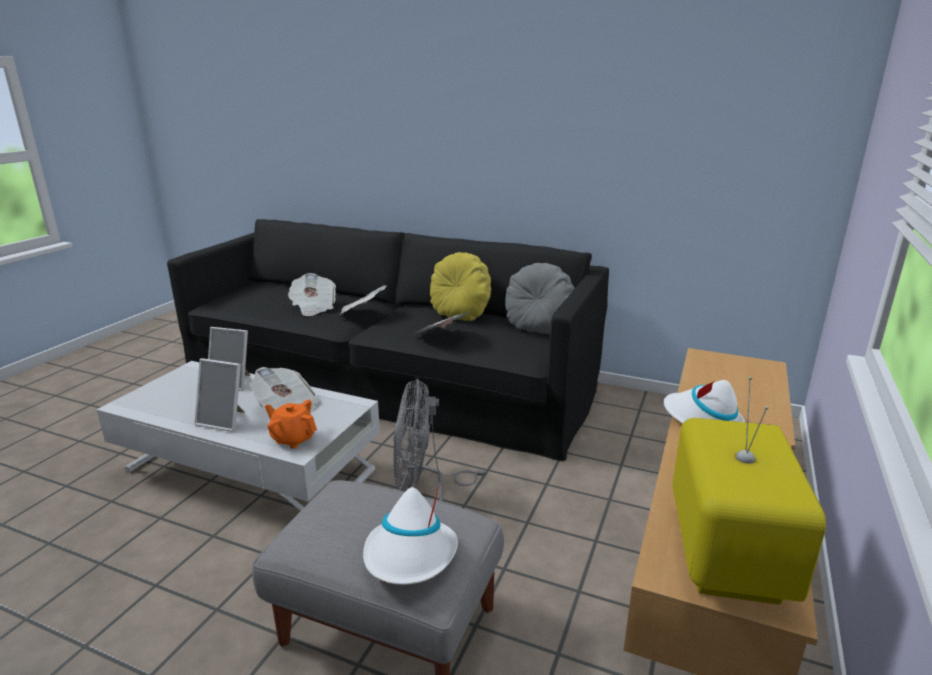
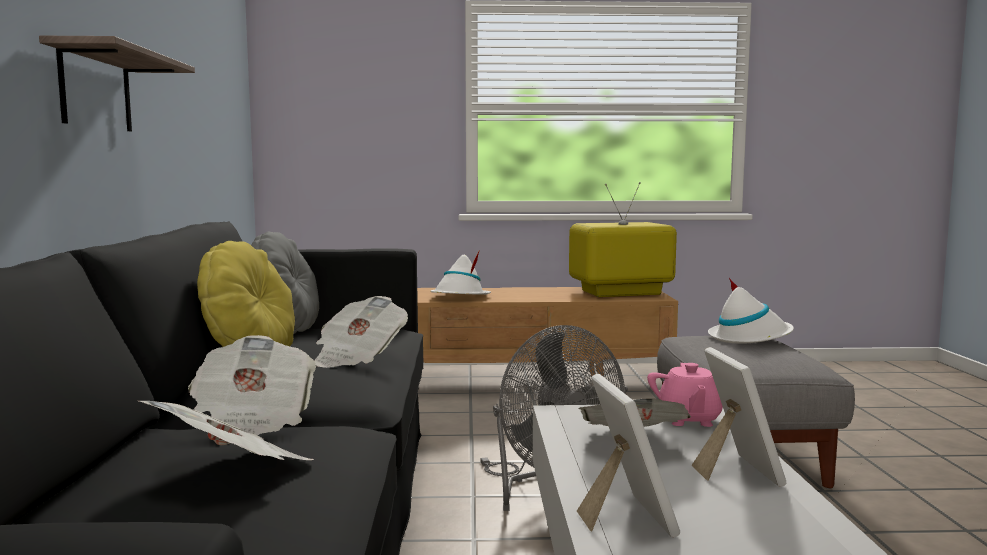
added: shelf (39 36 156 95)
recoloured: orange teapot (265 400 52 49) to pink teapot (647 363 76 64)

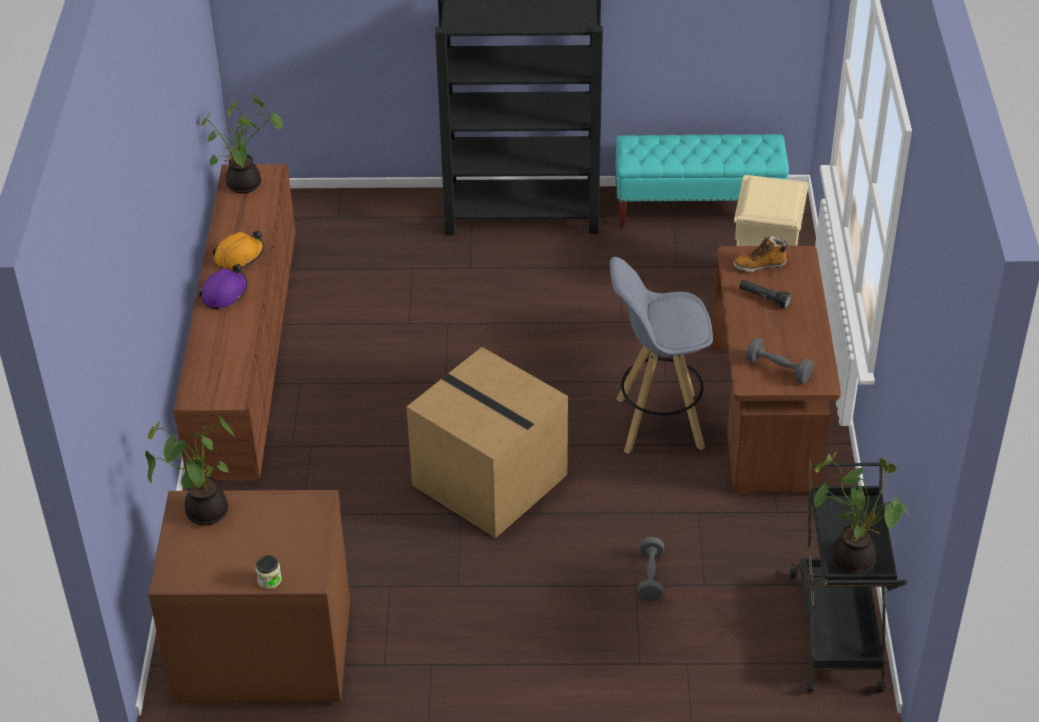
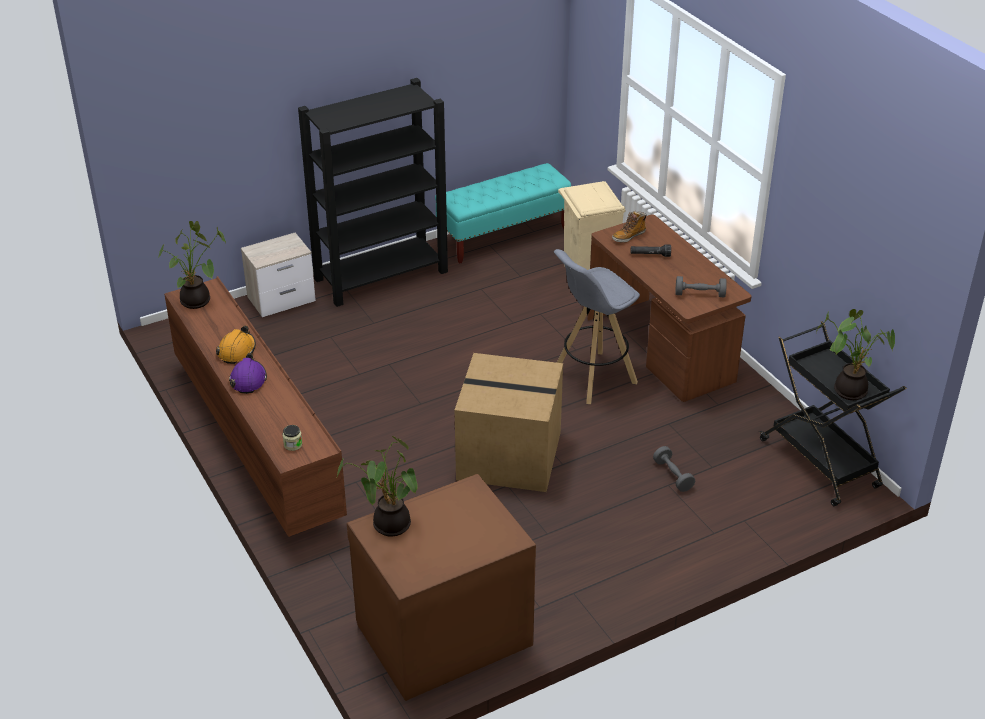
added: nightstand (241 233 75 84)
moved: jar (255 555 27 34) to (283 425 19 26)

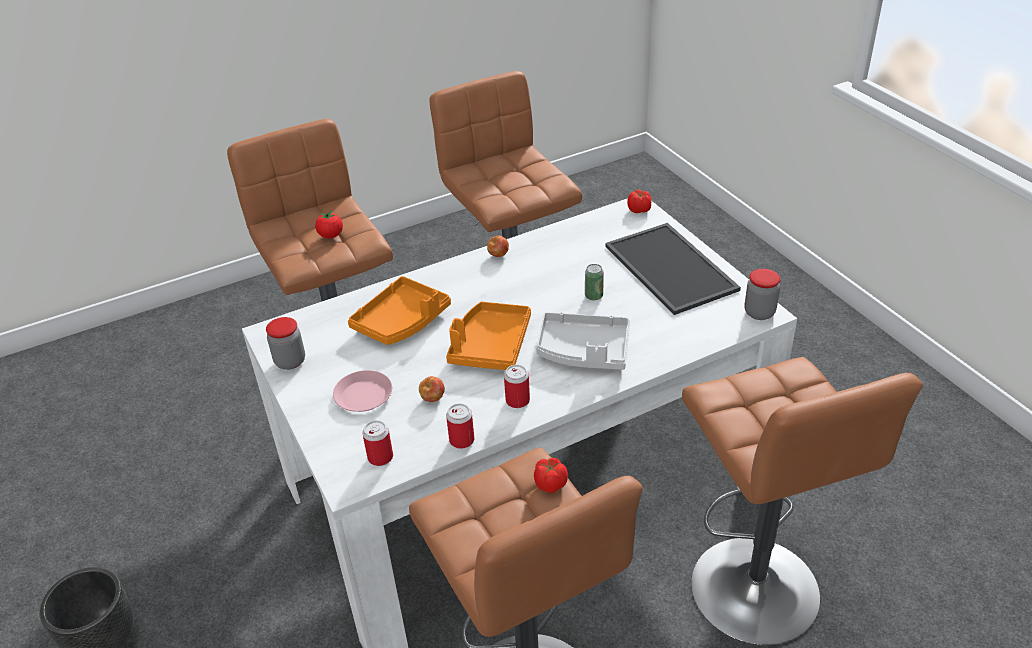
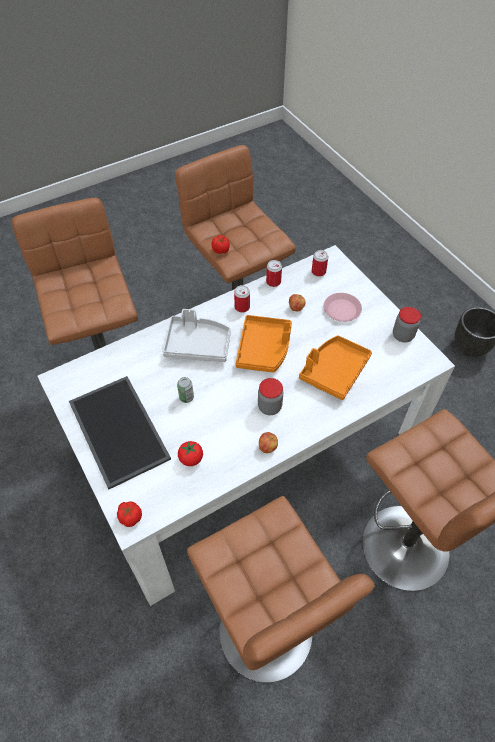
moved: tomato (315 211 28 27) to (178 441 25 25); jar (745 269 35 51) to (258 378 25 37)

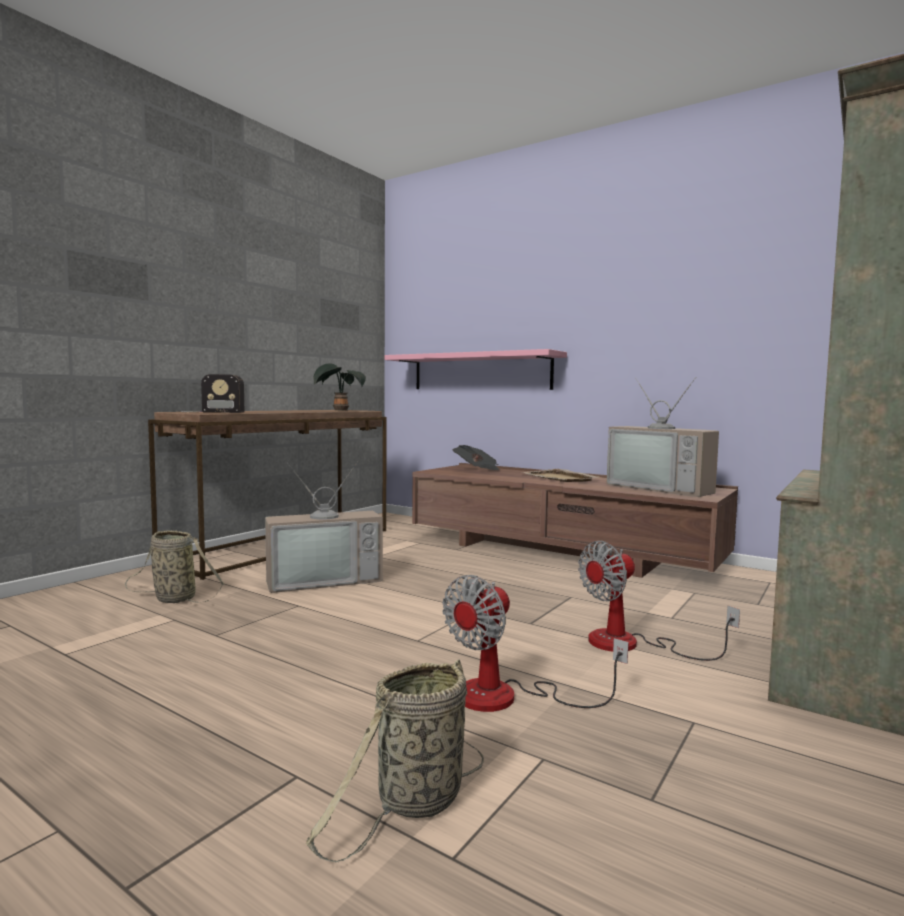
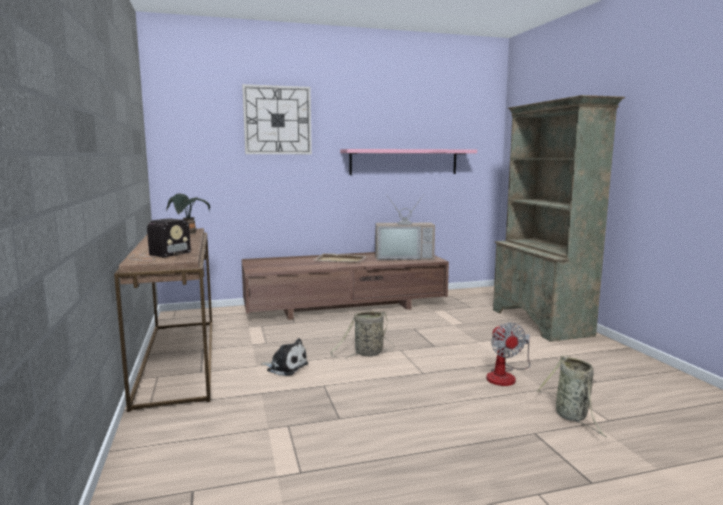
removed: newspaper (453 445 46 25); fan (578 541 162 120)
added: wall clock (242 84 70 70)
moved: basket (125 530 99 73) to (330 311 65 48); pink shelf (385 349 182 41) to (340 149 137 26)
replaced: television (265 460 118 133) to plush toy (262 338 46 38)

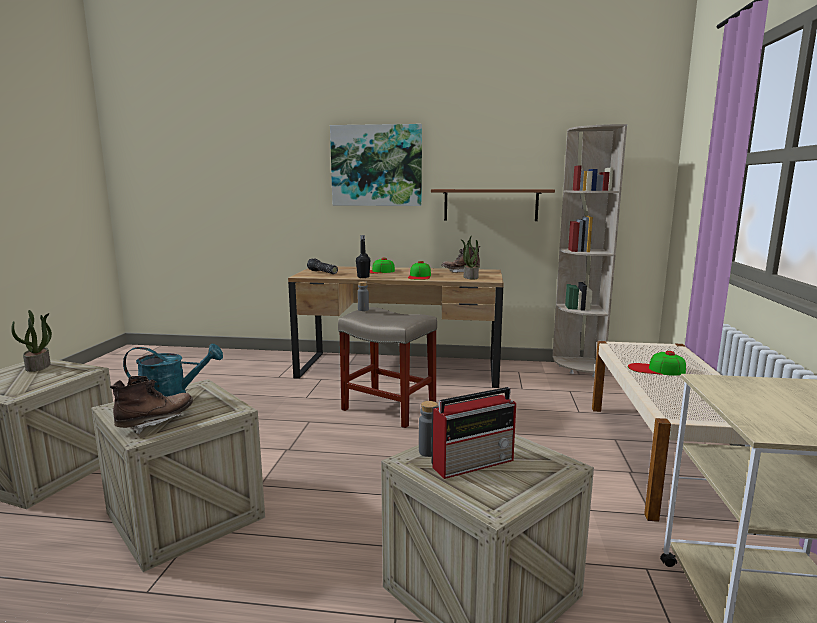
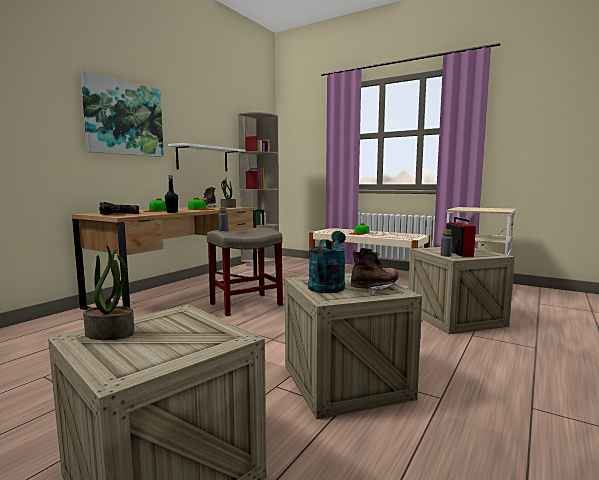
recoloured: brown shelf (431 189 124 32) to white shelf (168 143 78 28)
turned: brown boot (110 376 83 58) = (351 248 48 47) 75 degrees clockwise

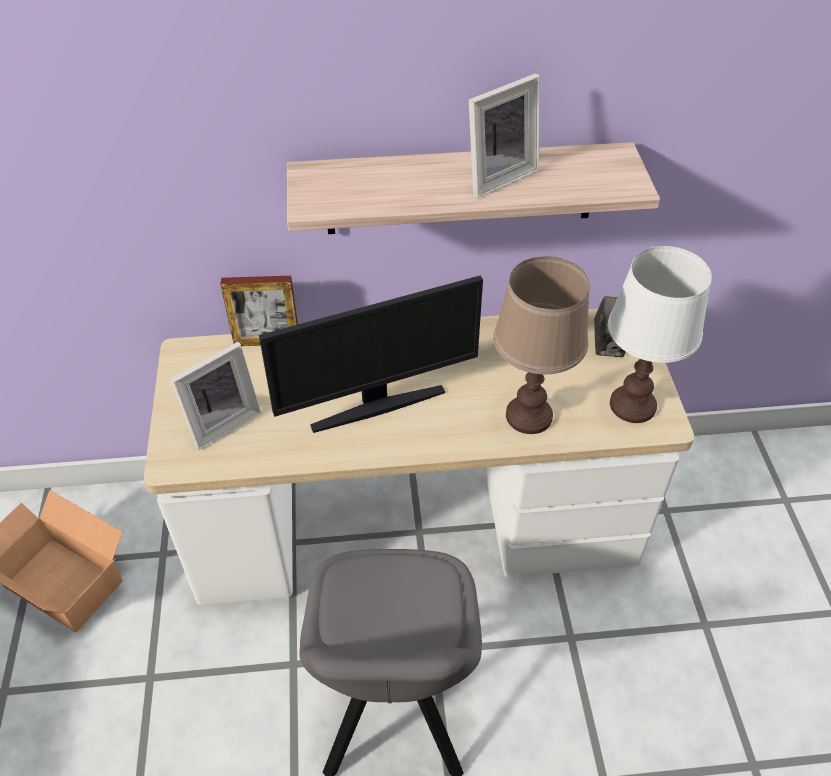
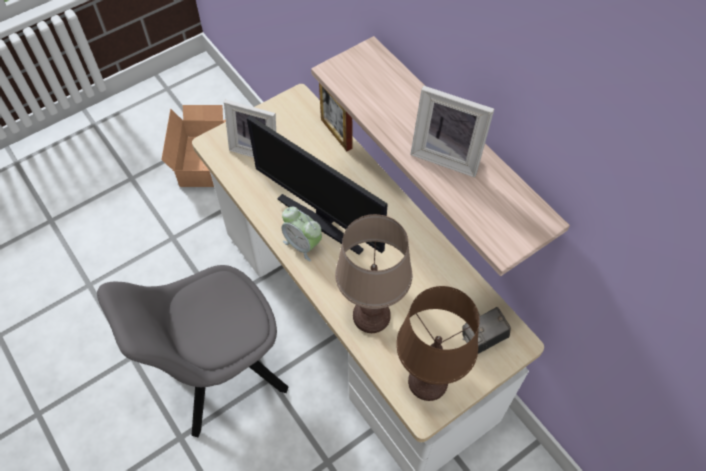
added: alarm clock (282 207 40 54)
recoloured: white table lamp (608 246 104 177) to brown table lamp (396 286 83 115)

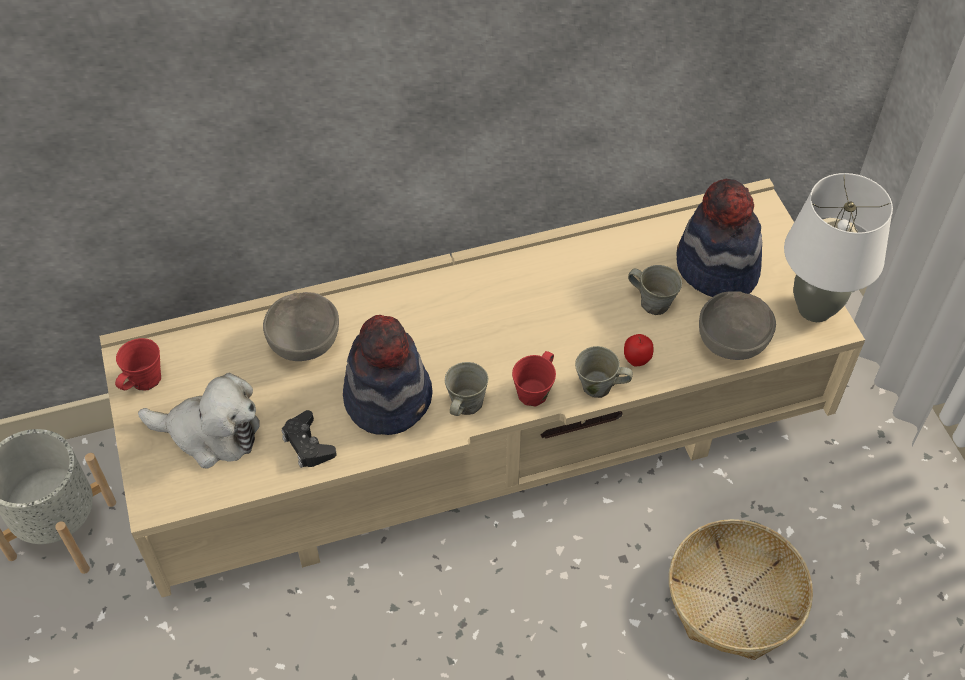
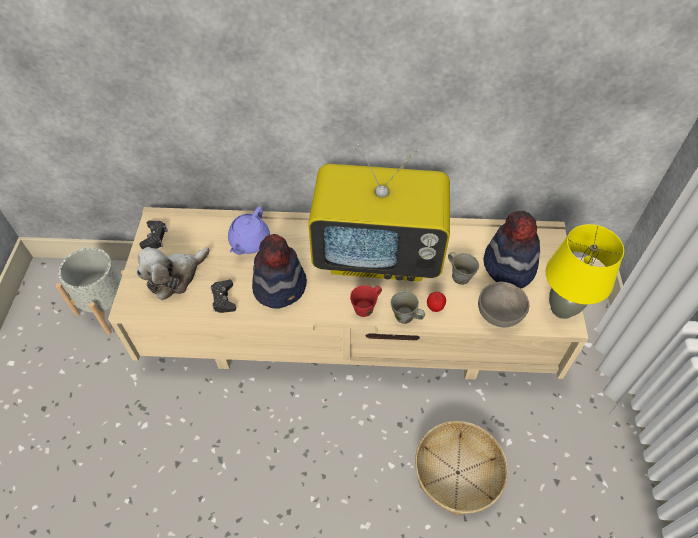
removed: grey mug (445 362 43 54)
added: television (308 143 142 138)
replaced: red mug (115 338 46 52) to black game controller (139 220 29 29); grey bowl (263 292 76 69) to purple teapot (228 206 42 49)
recoloured: white table lamp (784 173 109 149) to yellow table lamp (546 224 78 95)
turned: plush toy (138 373 122 96) = (136 247 74 53) 105 degrees clockwise

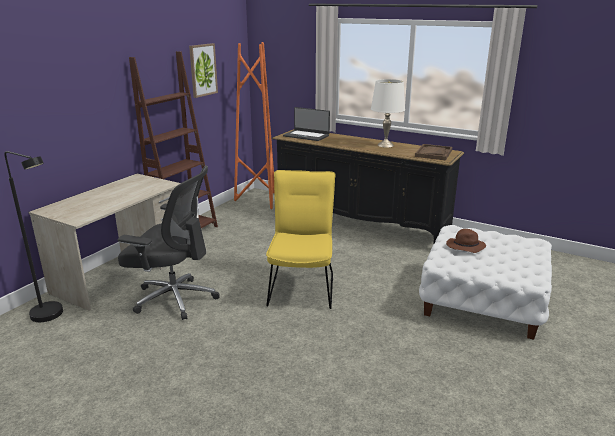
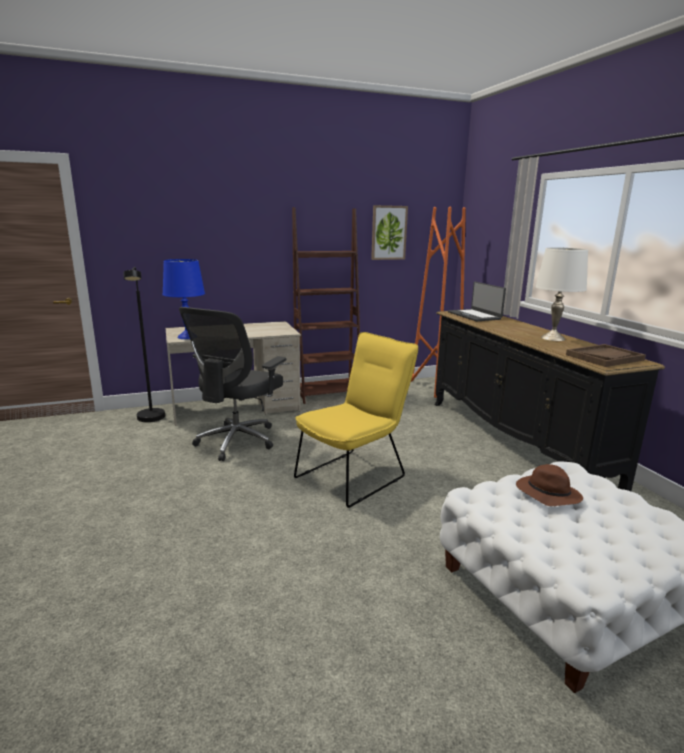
added: blue table lamp (162 259 43 80)
turned: office chair (118 165 102 155) = (179 307 107 154) 60 degrees clockwise

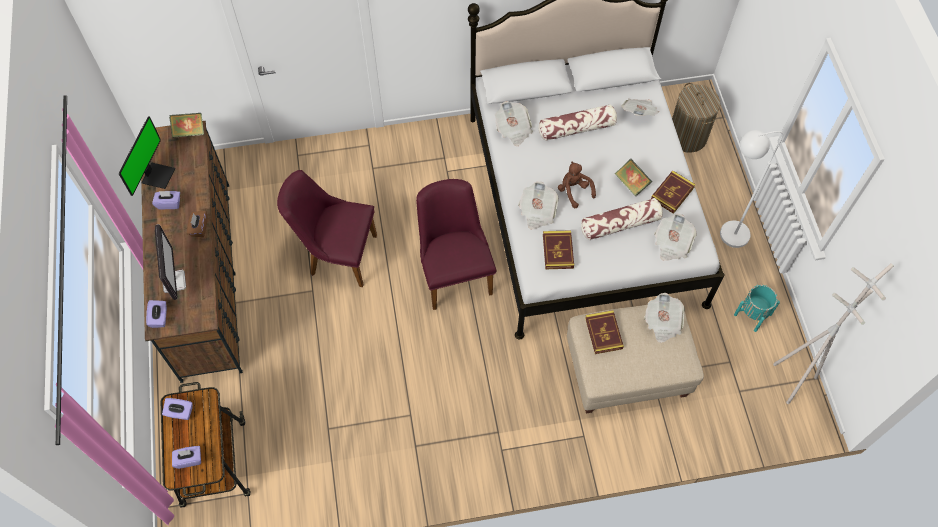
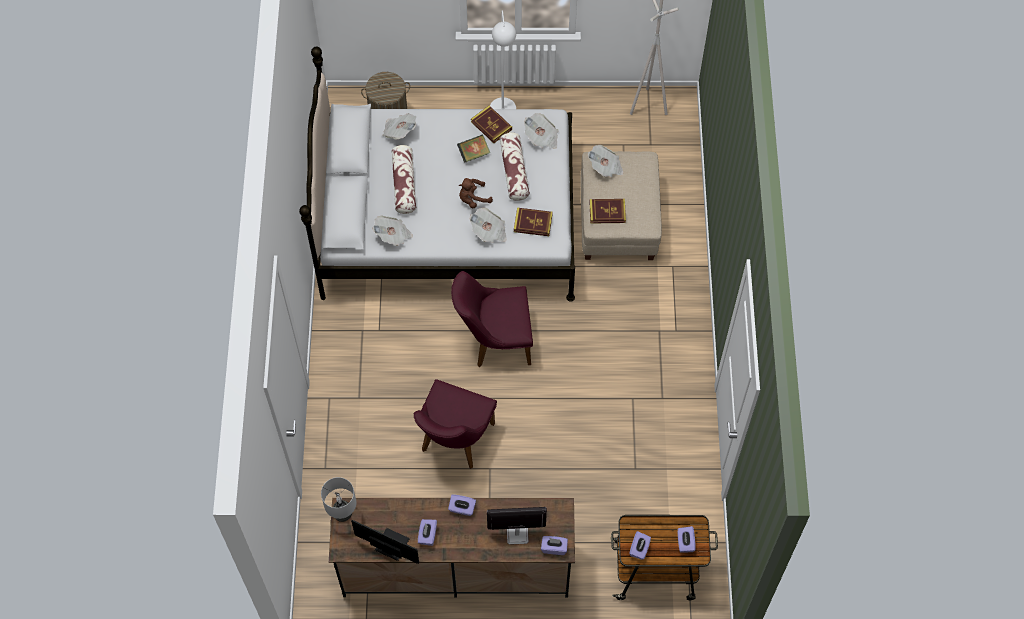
removed: turquoise planter (734 285 46 47)
replaced: book (169 113 35 25) to grey table lamp (321 477 35 45)
recoloured: brown tissue box (187 211 21 26) to purple tissue box (448 495 28 21)

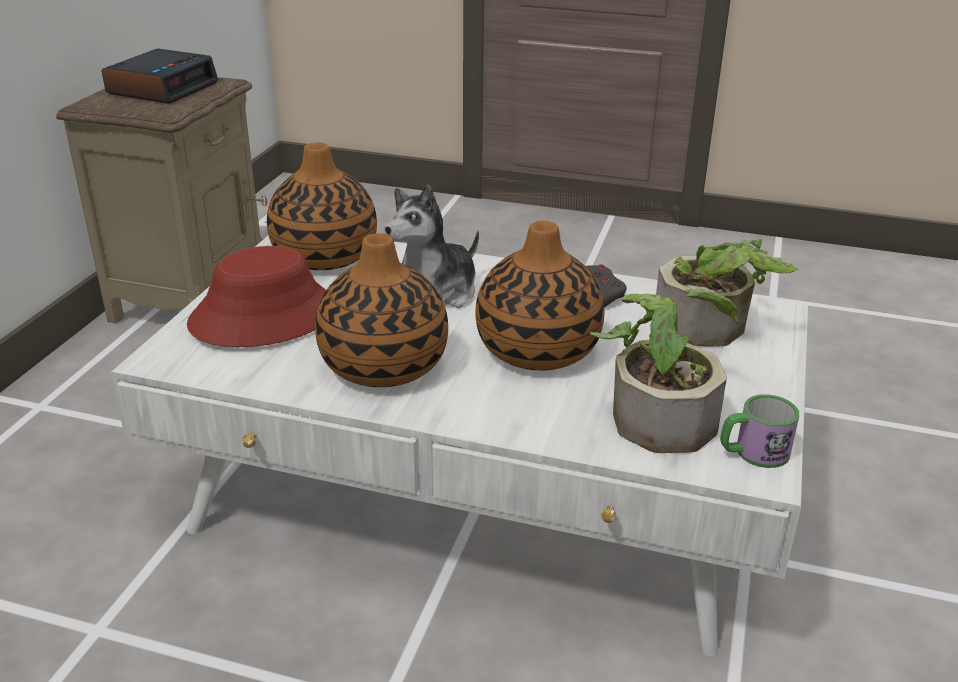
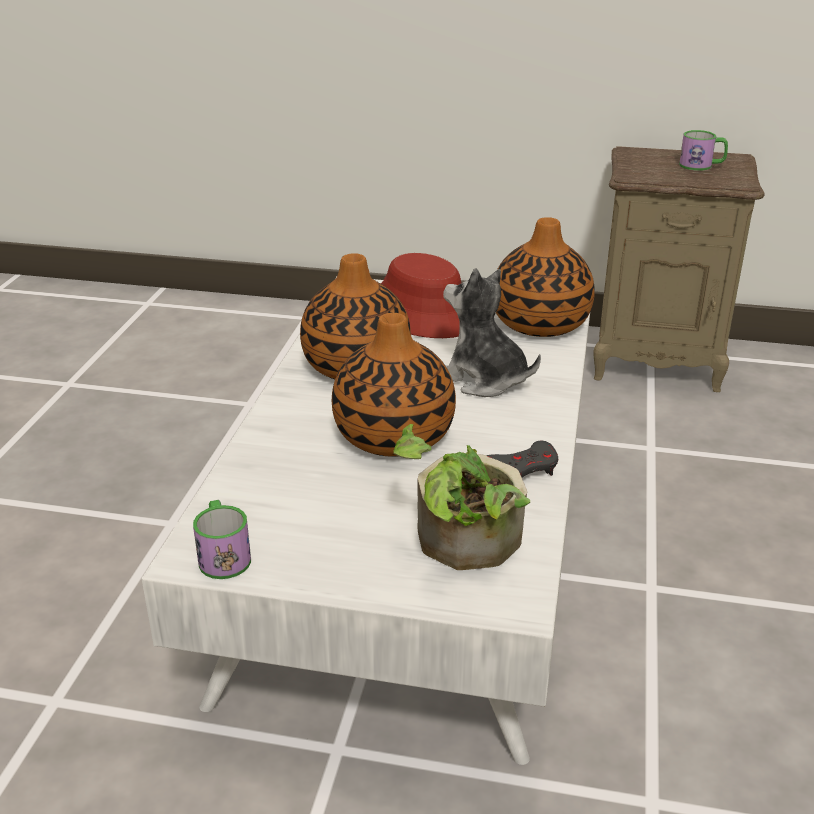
removed: potted plant (590 289 149 164)
replaced: alarm clock (102 49 116 55) to mug (679 130 49 41)

